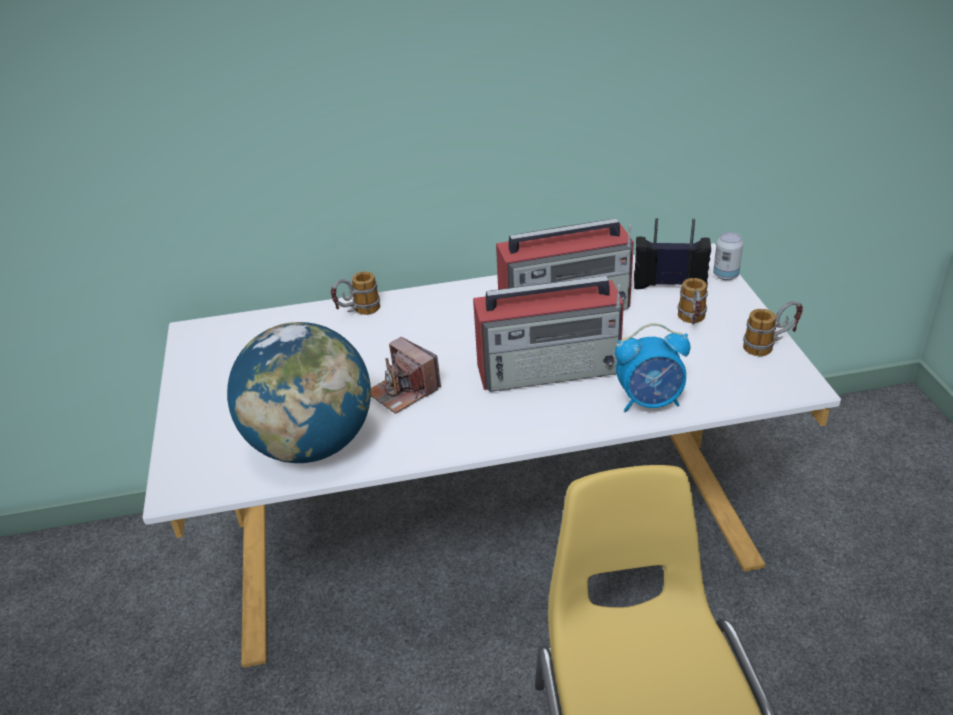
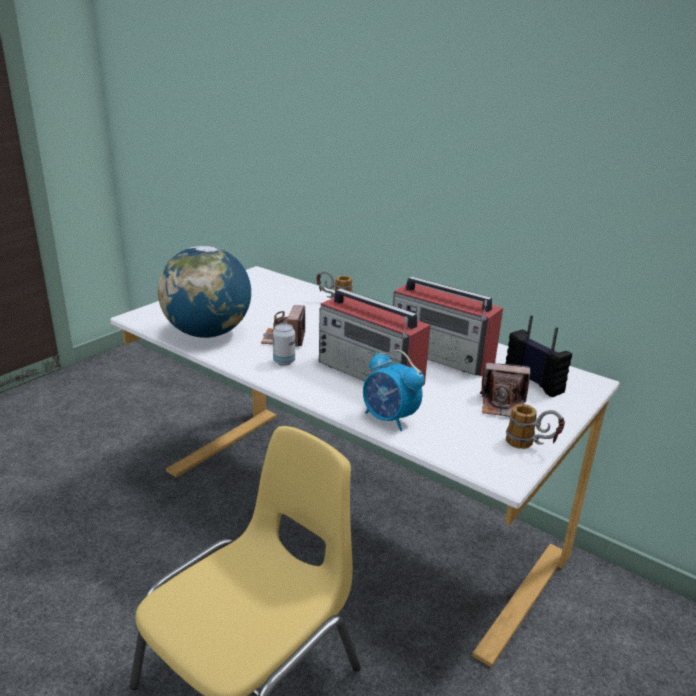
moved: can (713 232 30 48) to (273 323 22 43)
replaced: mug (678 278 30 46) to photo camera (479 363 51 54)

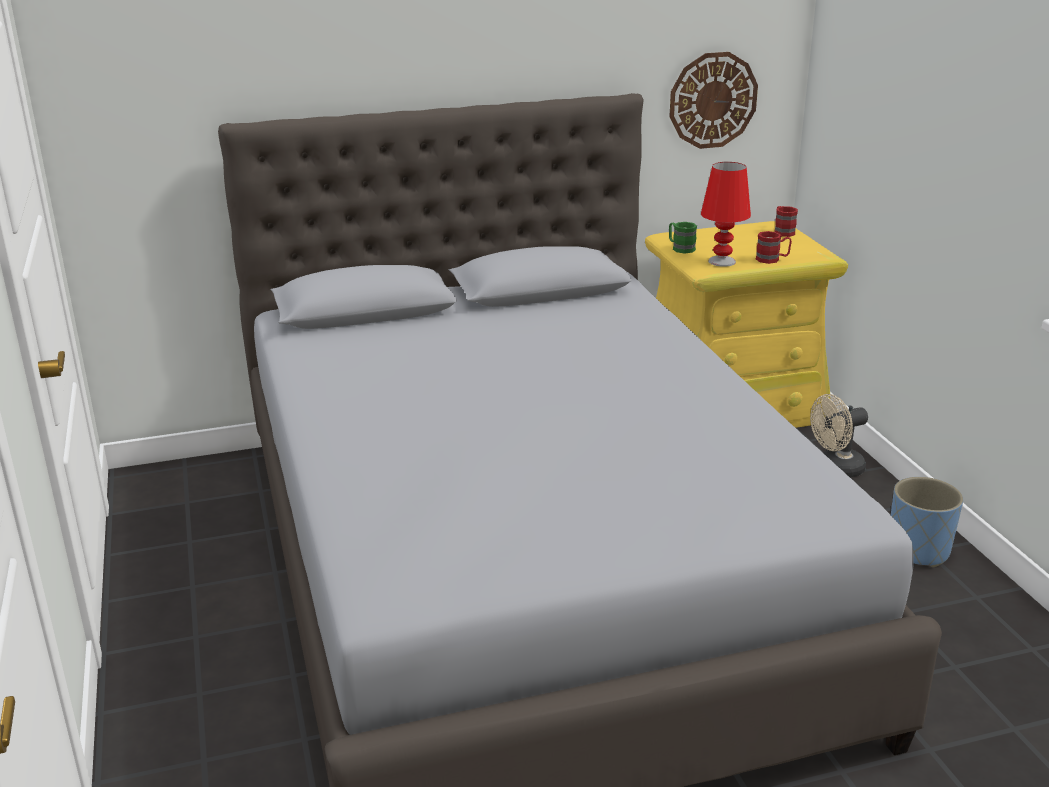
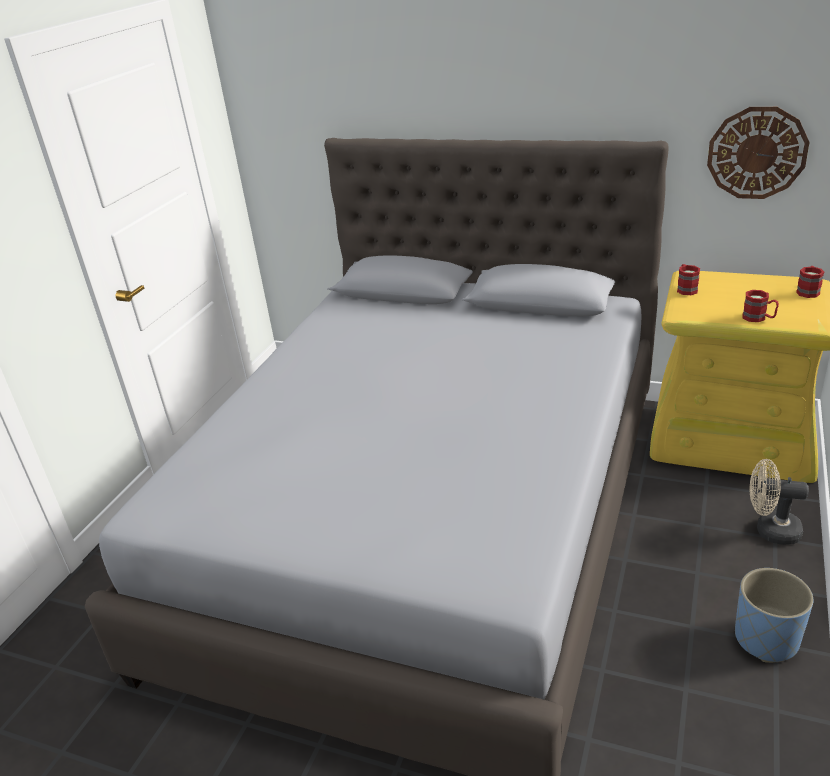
removed: red table lamp (701 162 50 105)
recoloured: green mug (669 222 28 32) to red mug (677 264 23 31)

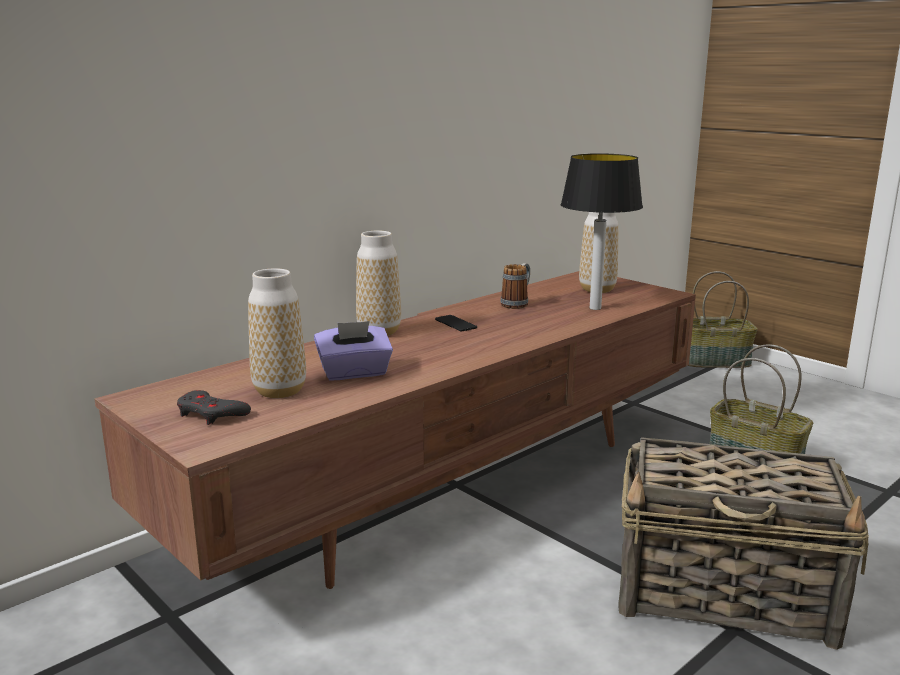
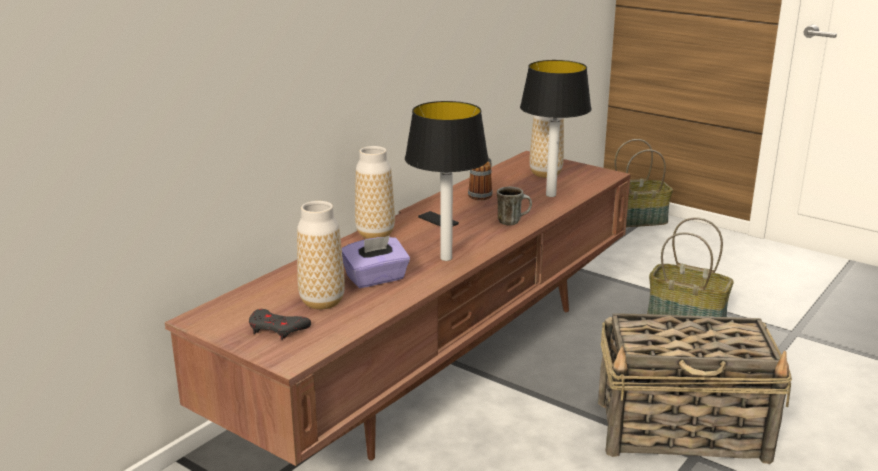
added: table lamp (405 101 84 160); mug (497 187 35 39)

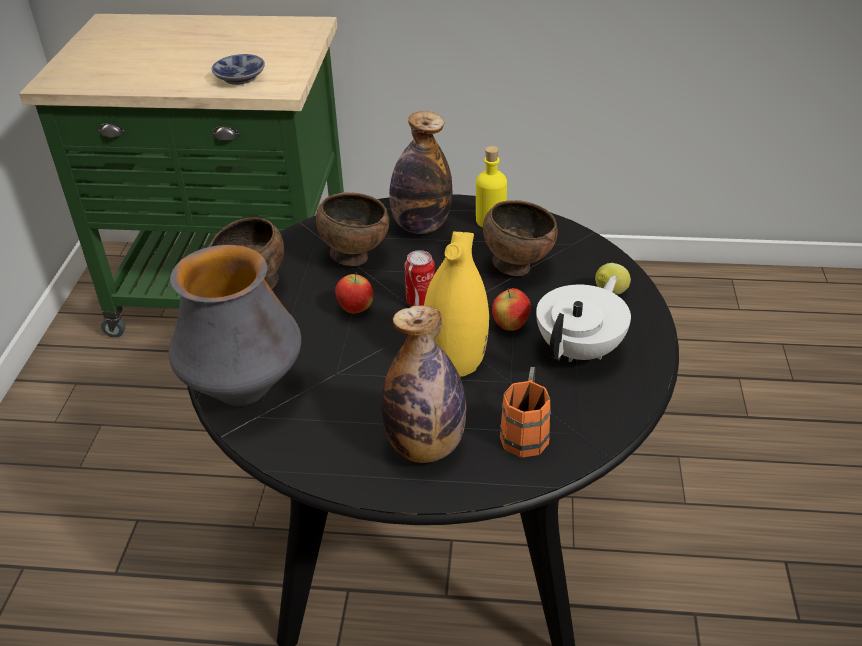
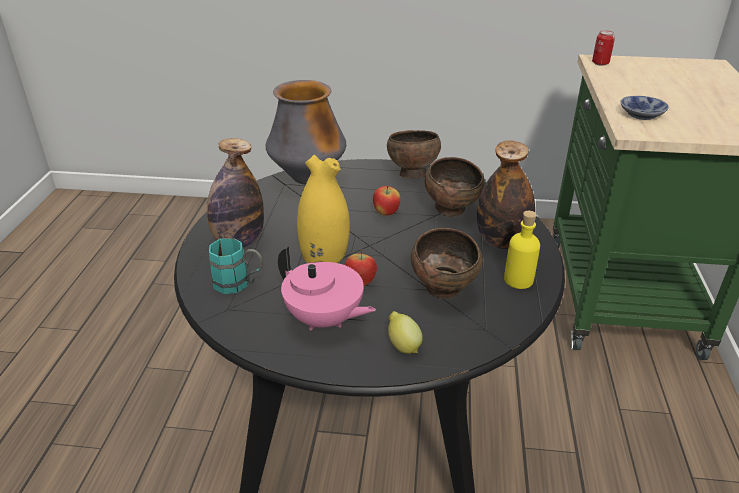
moved: can (405 250 30 56) to (592 30 23 36)
recoloured: orange mug (500 367 51 90) to turquoise mug (209 238 54 56); white teapot (536 275 95 88) to pink teapot (278 247 98 84)

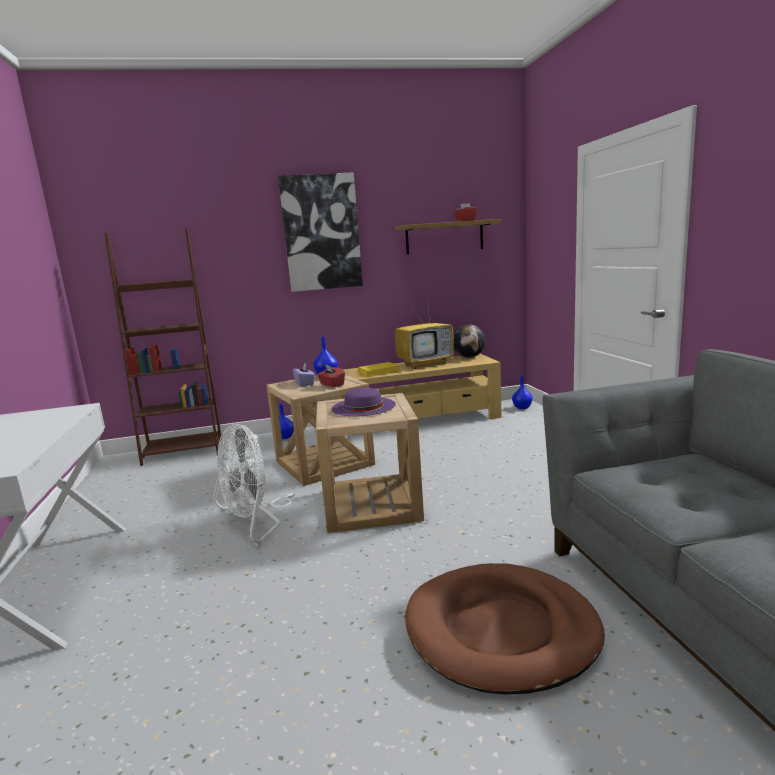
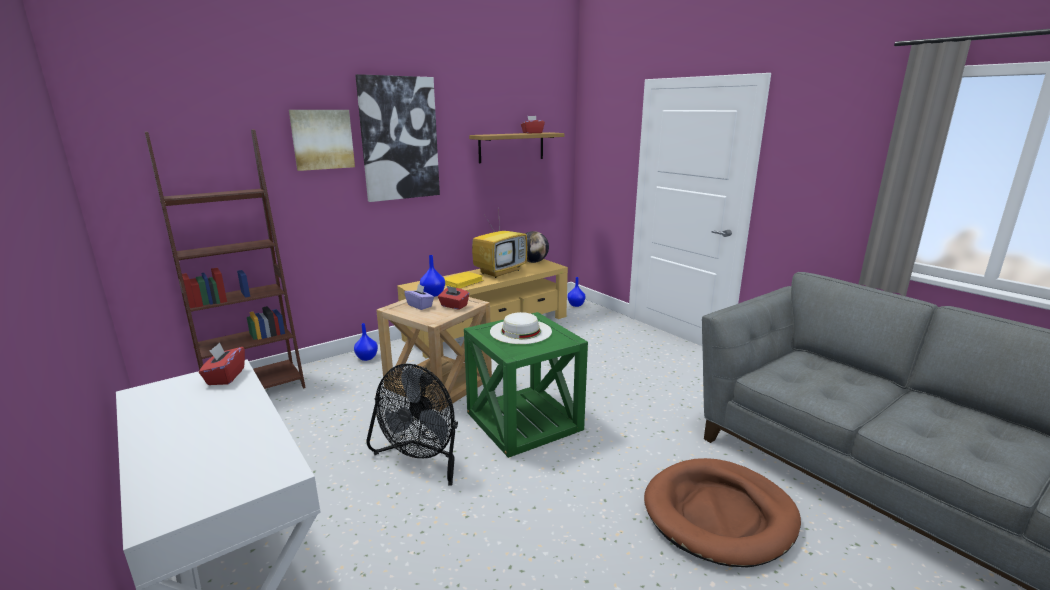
added: red tissue box (199 342 46 43); picture (289 110 66 61)
recoloured: white fan (213 424 82 123) to black fan (366 364 92 122); beige side table (316 393 108 140) to green side table (464 312 124 146); purple hat (331 388 65 28) to white hat (490 312 62 32)

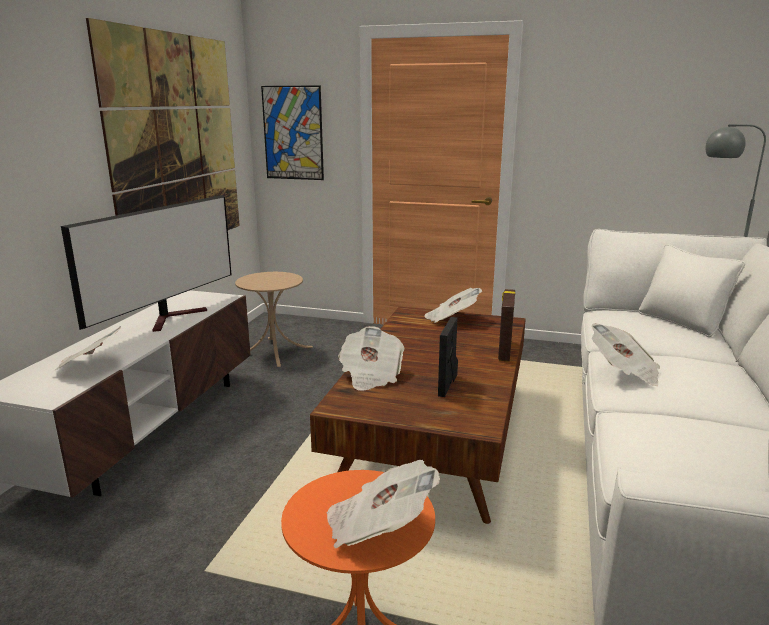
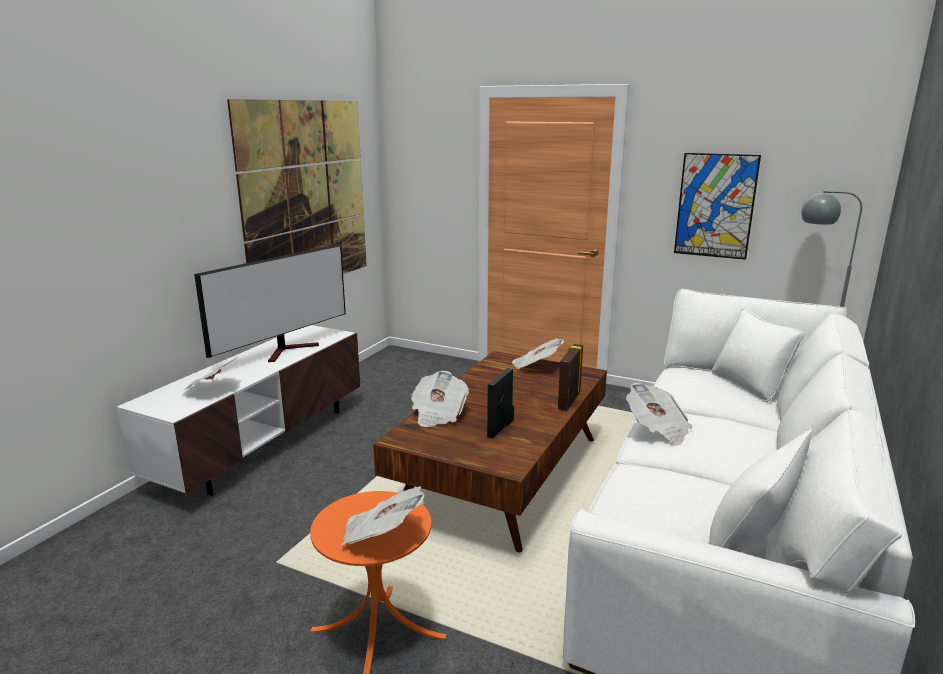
removed: beige side table (235 272 78 95)
moved: picture (261 85 63 95) to (674 153 87 107)

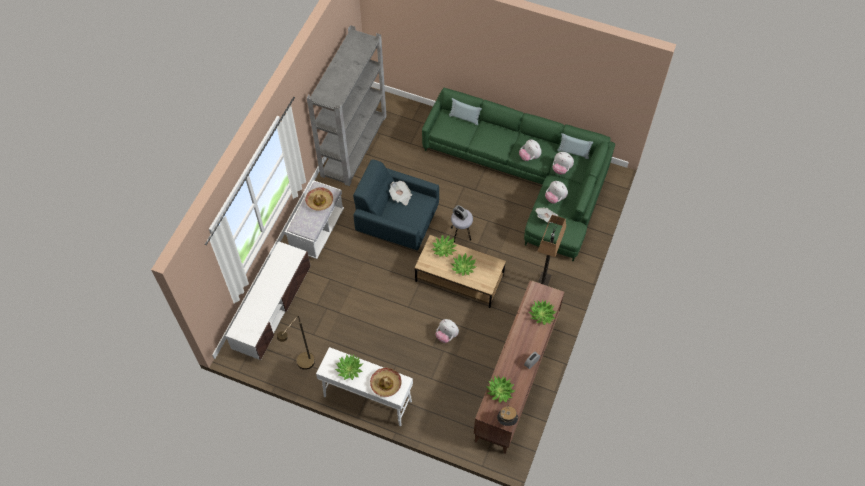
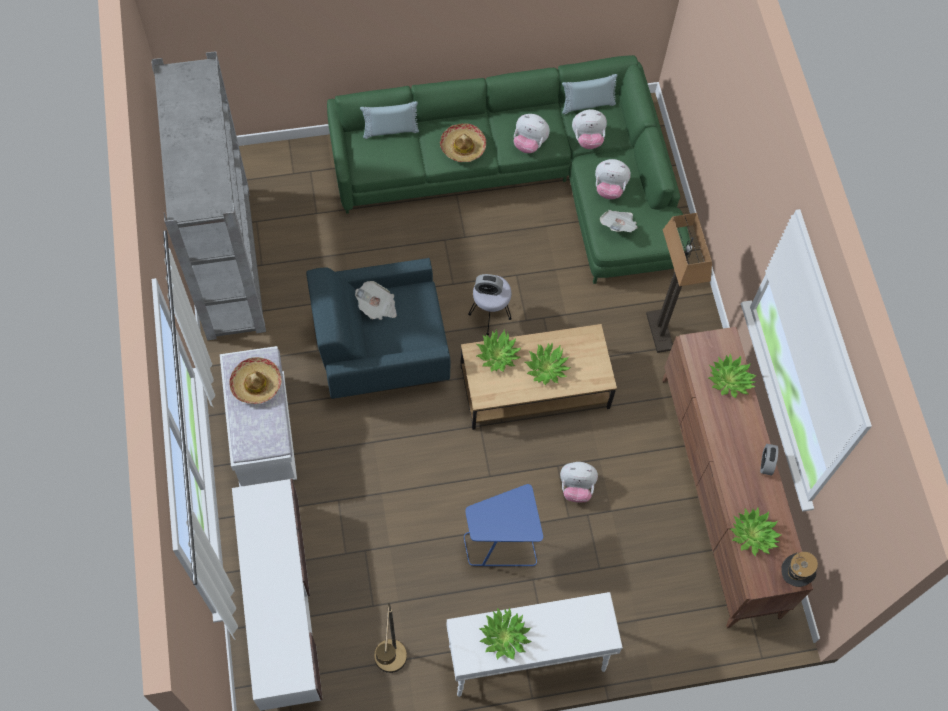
added: blue side table (464 484 79 82)
moved: hat (370 368 31 29) to (440 123 46 39)

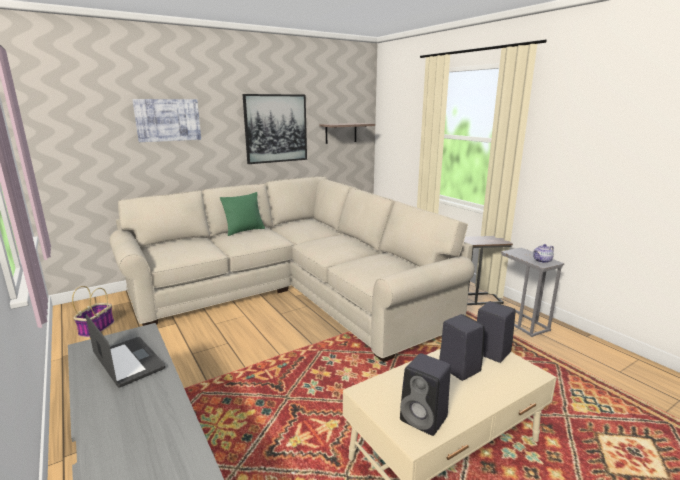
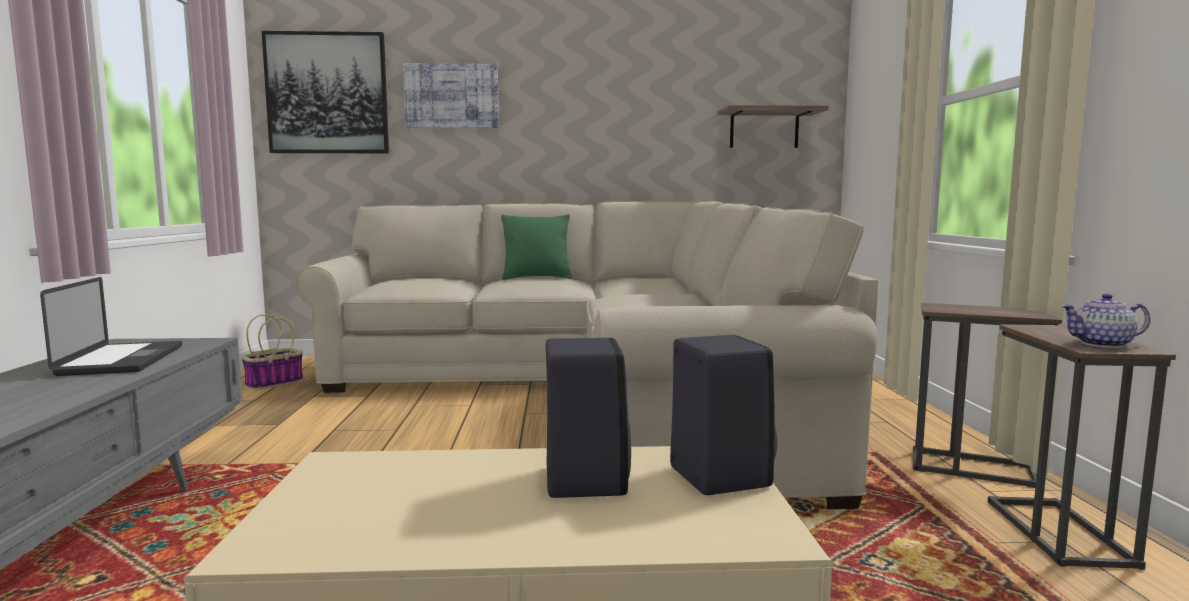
removed: black speaker (400 353 51 83)
moved: picture (243 94 64 70) to (262 31 127 122)
recoloured: grey side table (501 248 63 89) to brown side table (988 324 188 246)

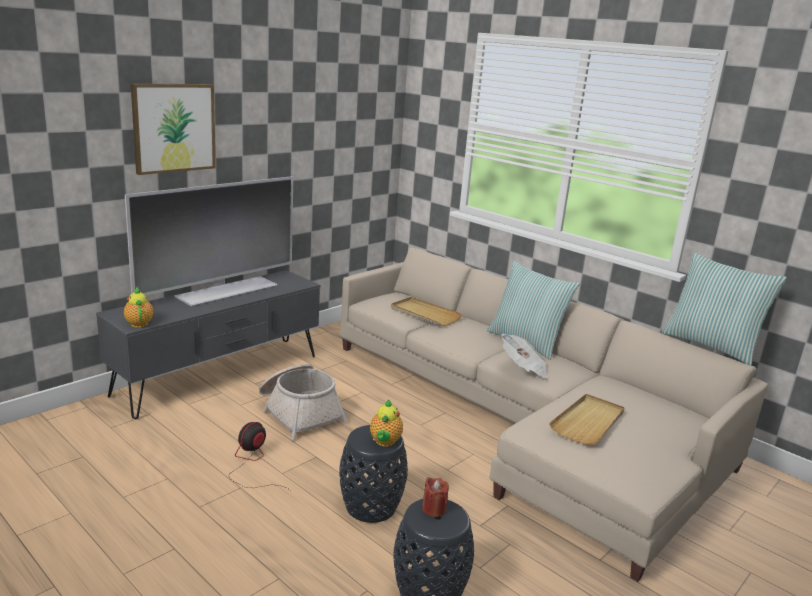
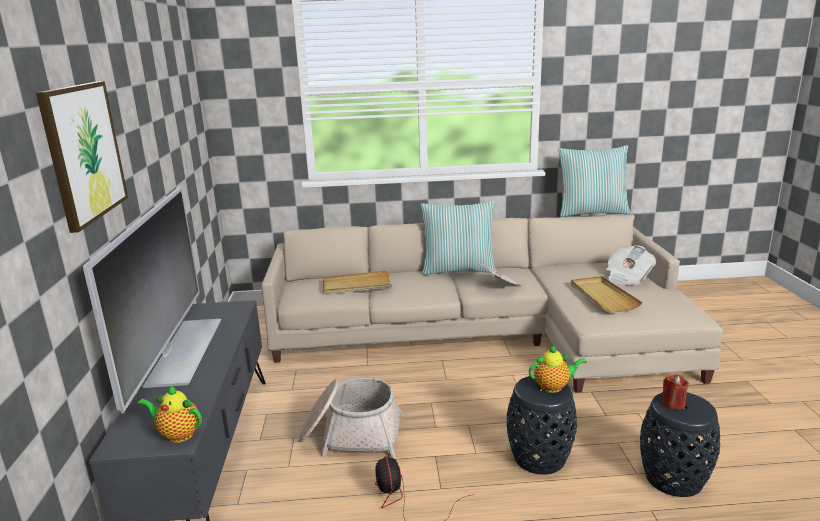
added: newspaper (606 245 50 40)
turned: teapot (370 400 33 47) = (529 345 58 48) 60 degrees counterclockwise

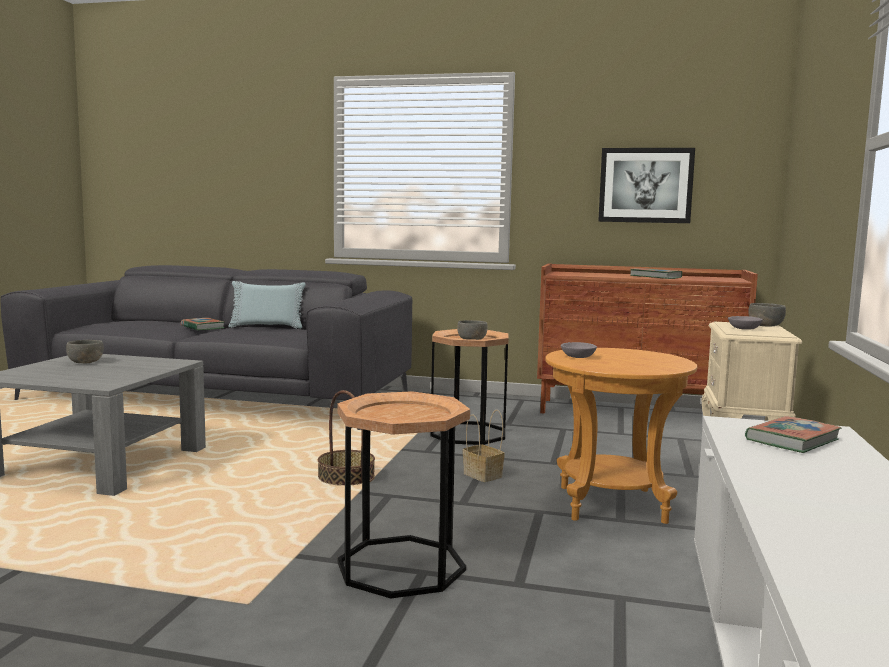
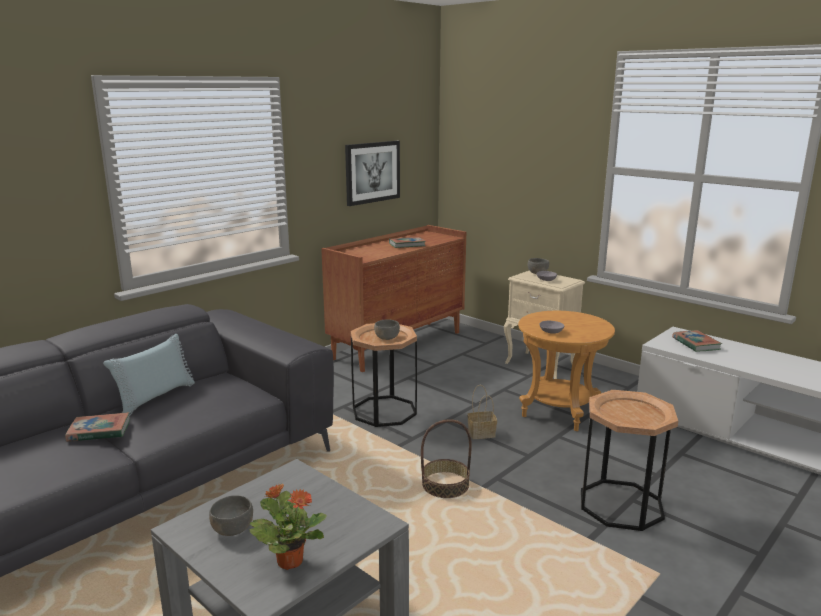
added: potted plant (249 484 78 86)

